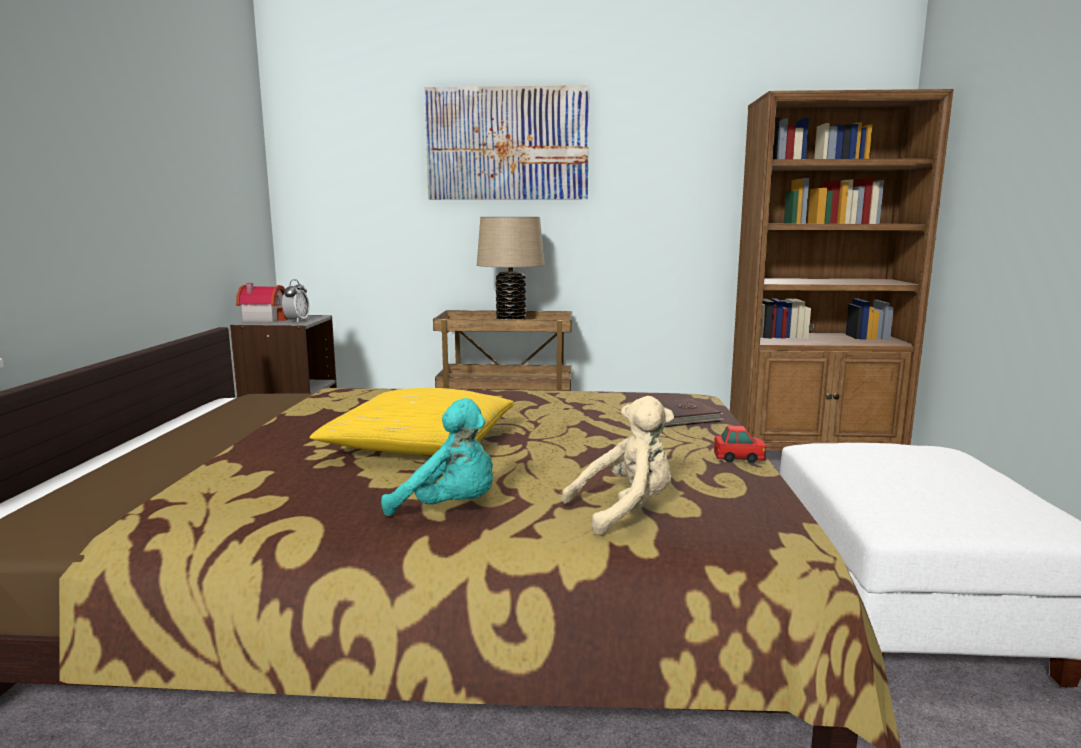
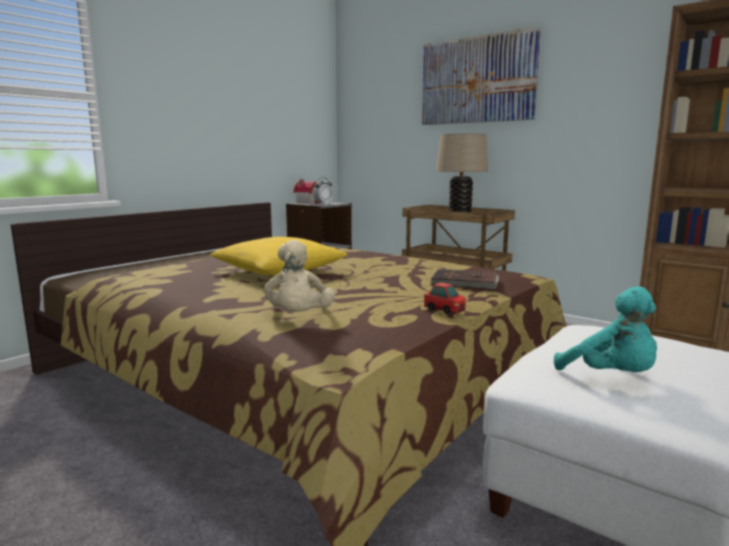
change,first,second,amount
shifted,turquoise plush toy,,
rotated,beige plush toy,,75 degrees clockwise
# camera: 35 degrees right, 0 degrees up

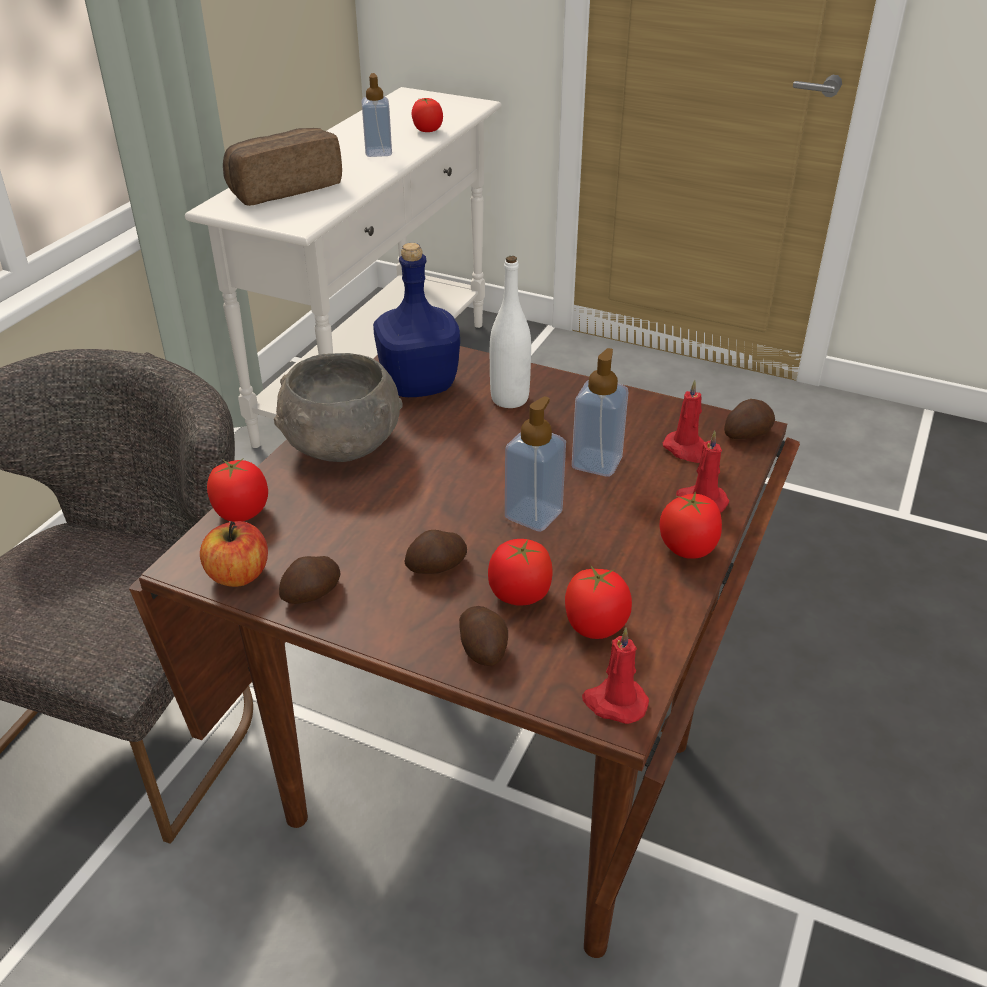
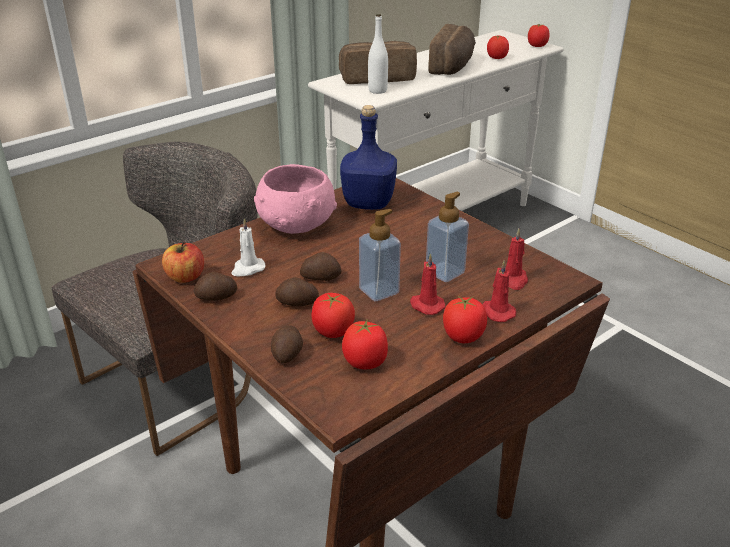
change,first,second,amount
new,,white candle,
shifted,tomato (no. 1 from left in the first image),tomato (no. 5 from left),
shifted,white bottle,,
shifted,red candle (no. 1 from left),,
shifted,potato (no. 4 from left),,
swapped,soap dispenser (no. 1 from left),bread (no. 2 from left),
repainted,grey bowl,pink bowl,
# camera: 25 degrees right, 5 degrees down

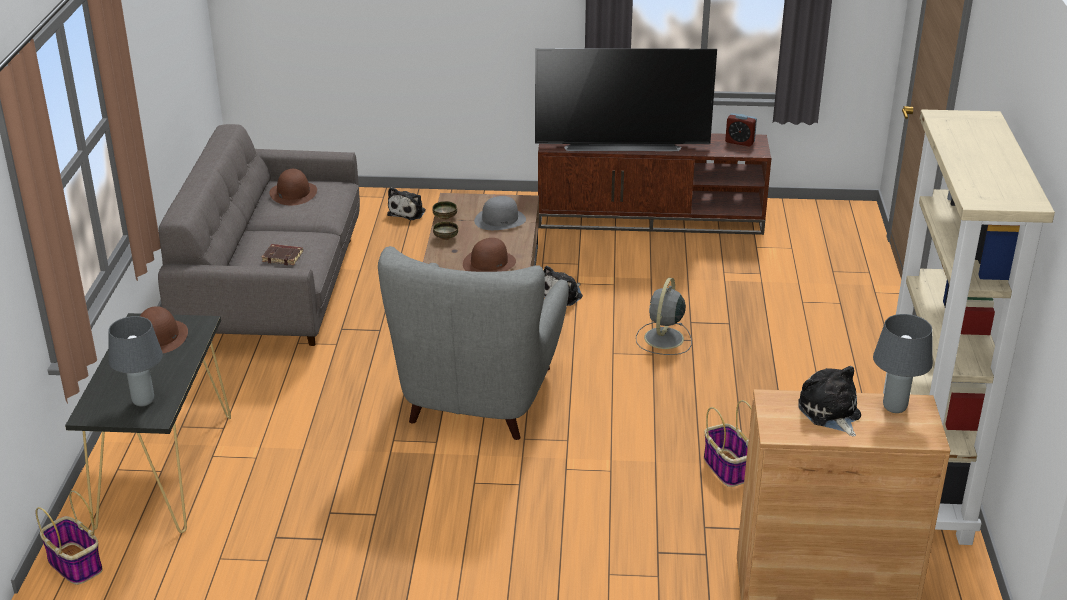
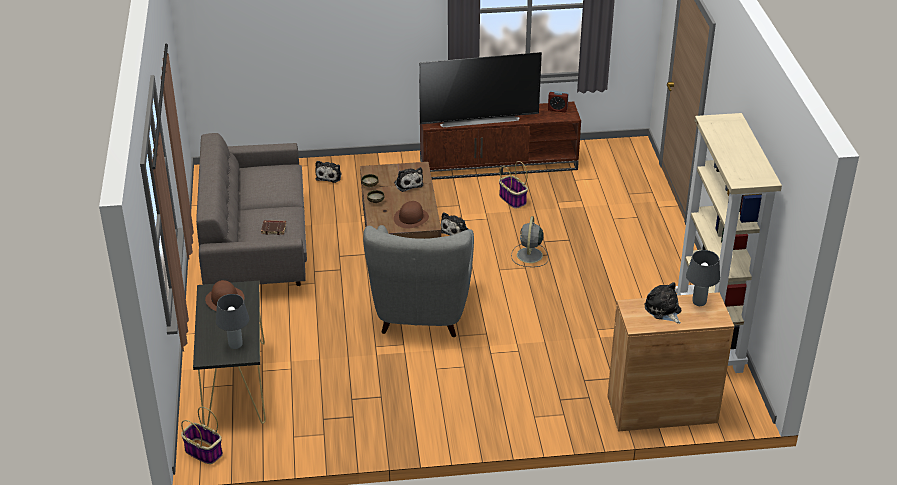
change,first,second,amount
gone,brown hat (no. 2 from left),,
shifted,basket (no. 2 from left),,
swapped,grey hat,plush toy (no. 2 from left),
# camera: 10 degrees left, 5 degrees up

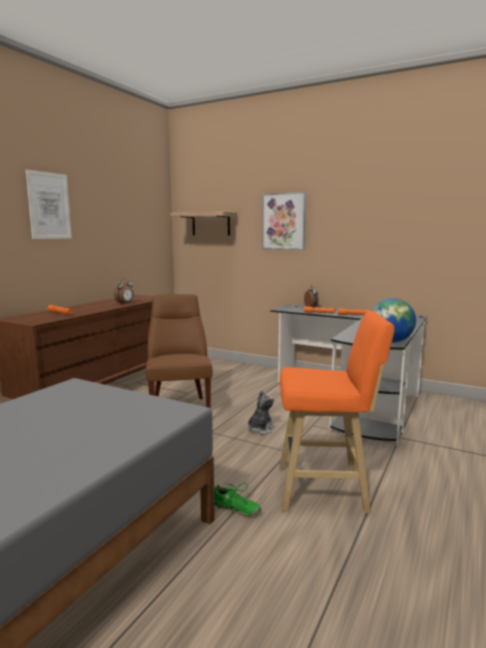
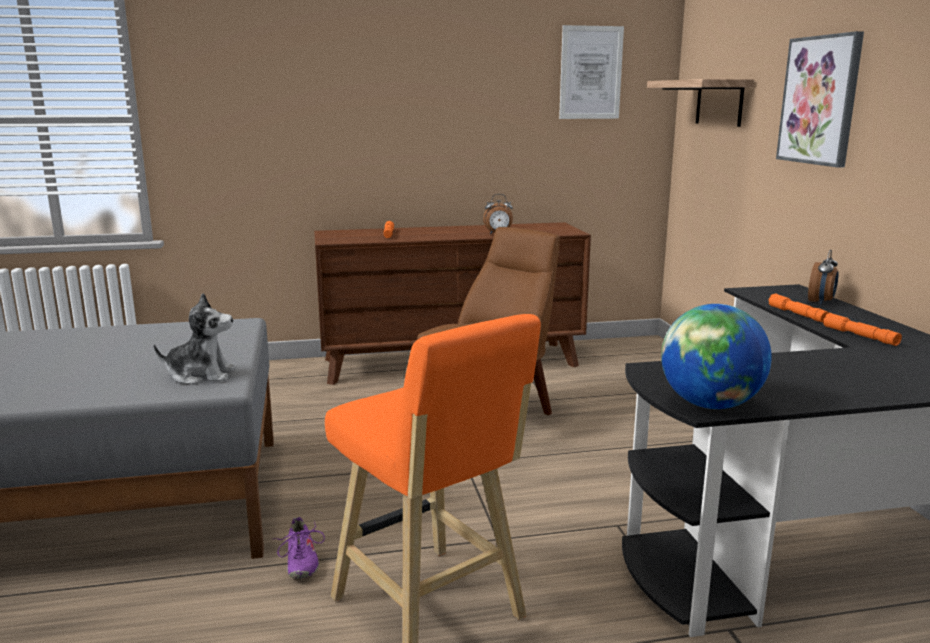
change,first,second,amount
shifted,picture (no. 1 from left),,
shifted,plush toy,,
repainted,green shoe,purple shoe,
# camera: 50 degrees right, 5 degrees up

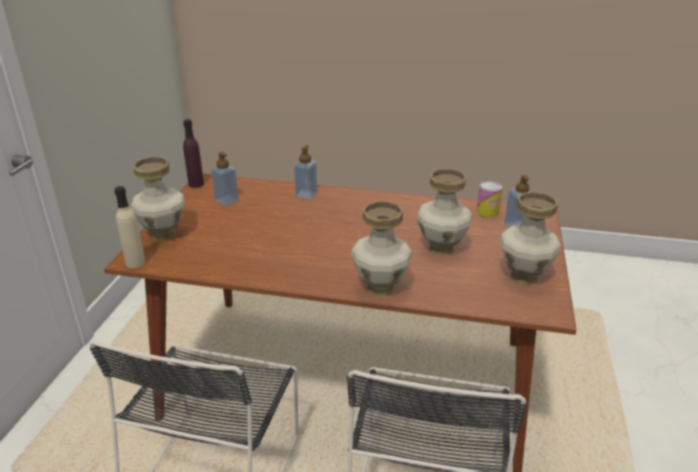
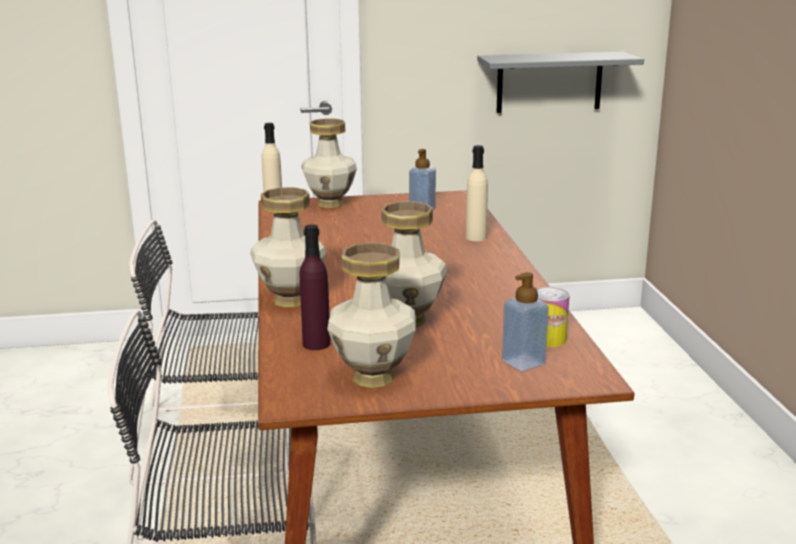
change,first,second,amount
new,,grey shelf,
shifted,purple bottle,,
swapped,soap dispenser (no. 2 from left),beige bottle (no. 2 from left),
# camera: 70 degrees right, 10 degrees down

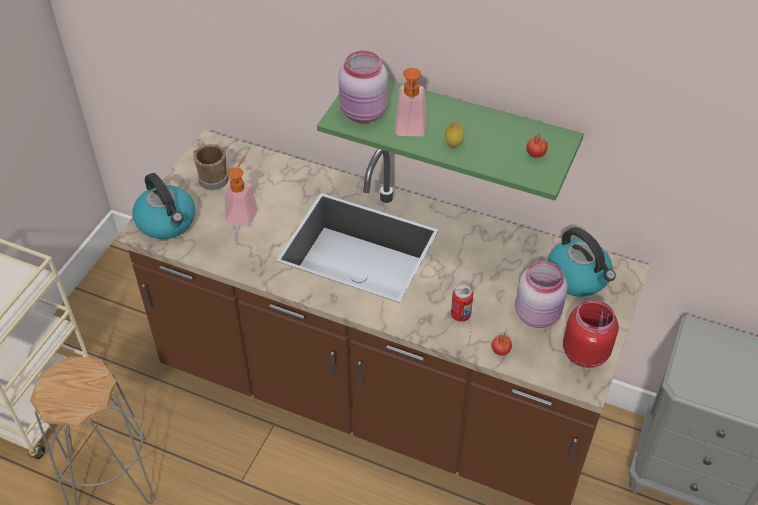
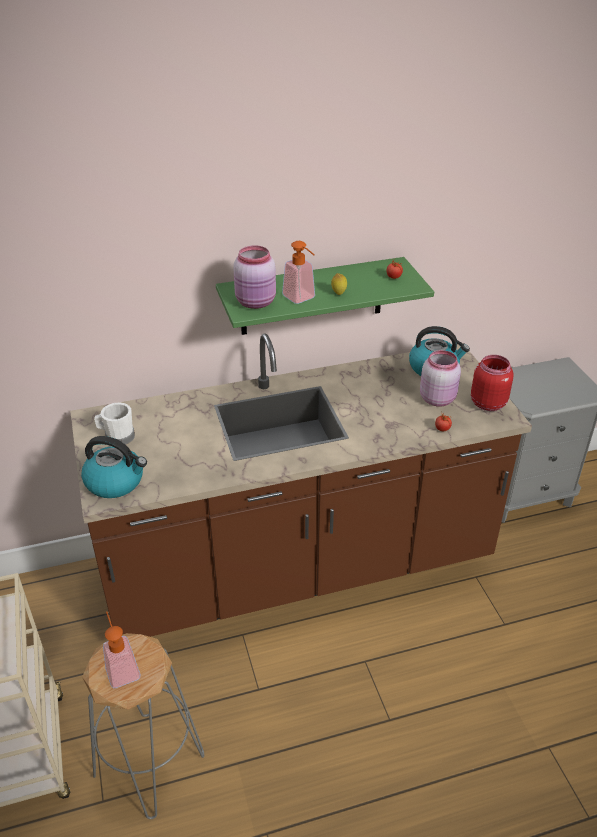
change,first,second,amount
gone,can,,
shifted,soap dispenser (no. 1 from left),,
repainted,brown mug,white mug,
# camera: 40 degrees left, 10 degrees down

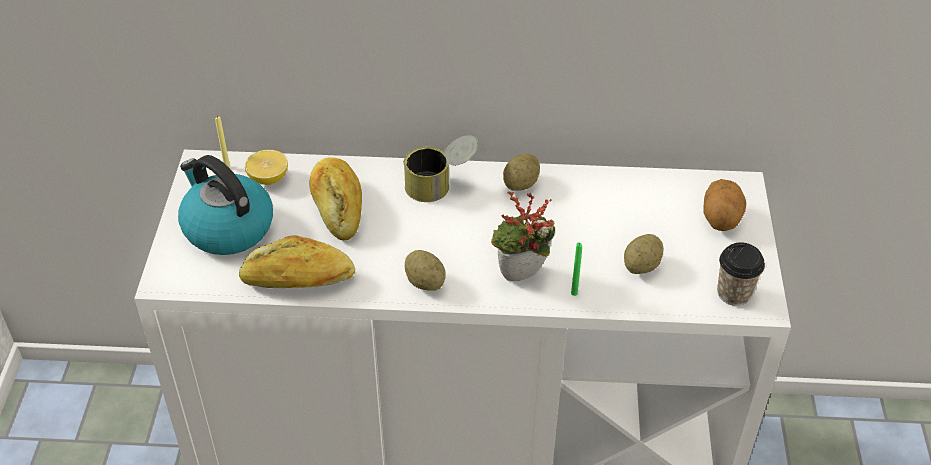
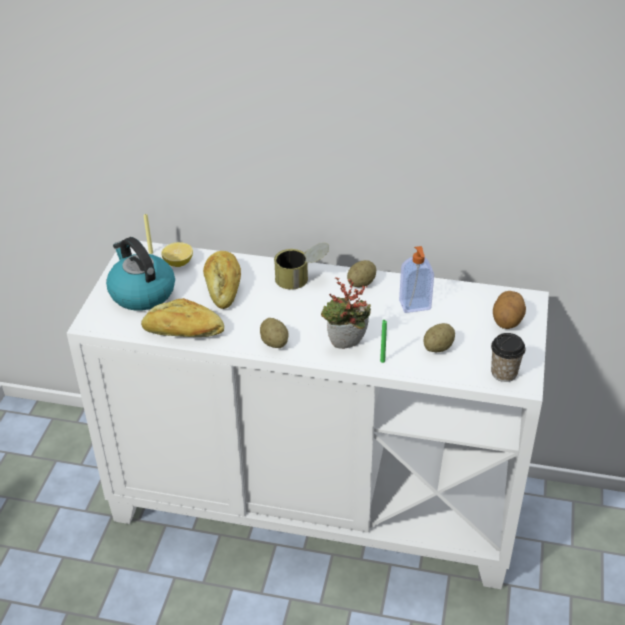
change,first,second,amount
new,,soap dispenser,
# camera: 10 degrees right, 5 degrees down

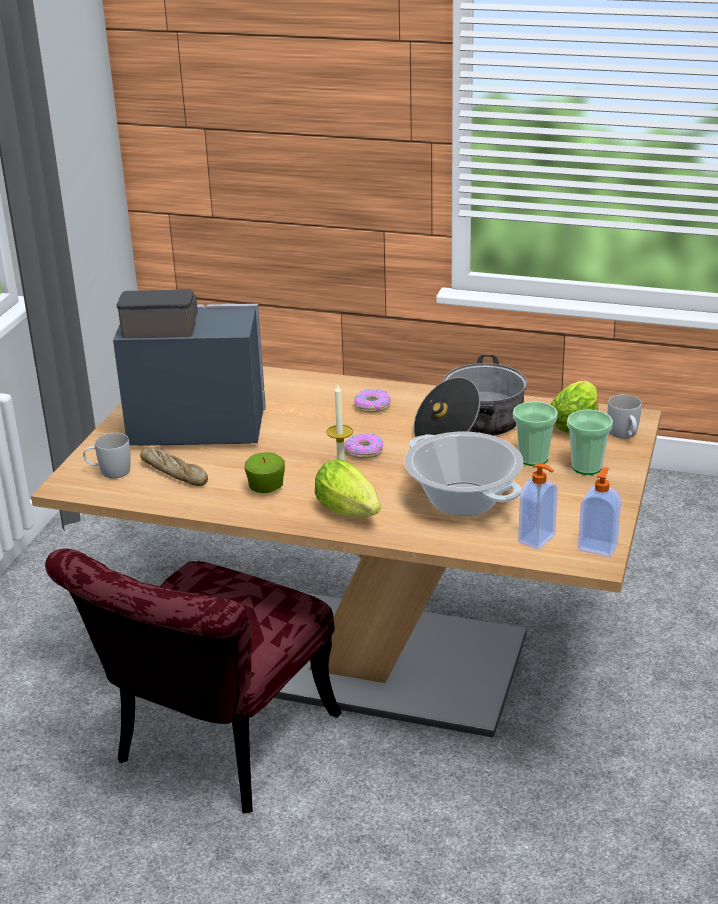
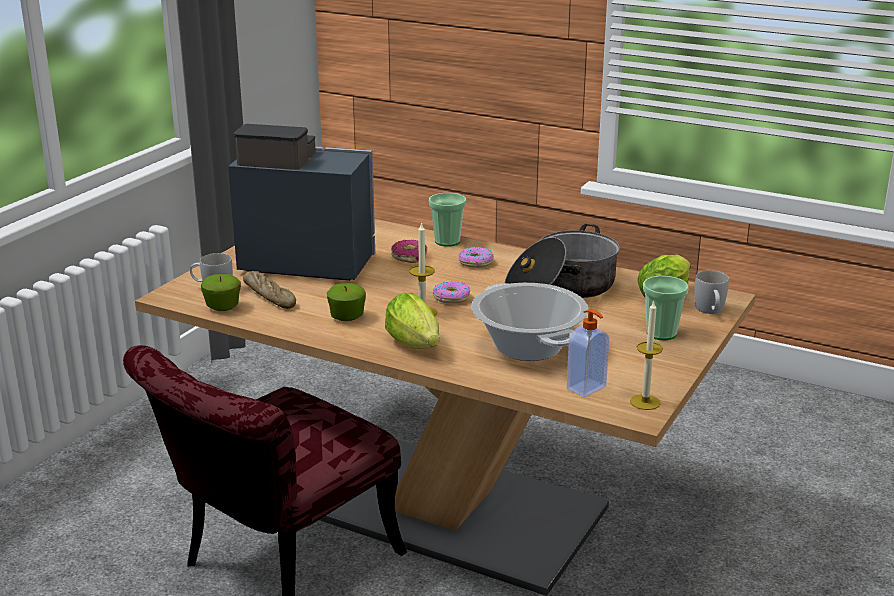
change,first,second,amount
new,,apple (no. 1 from left),
new,,donut (no. 1 from left),
shifted,cup (no. 1 from left),,
swapped,soap dispenser (no. 2 from left),candle (no. 2 from left),
# camera: 10 degrees right, 5 degrees down

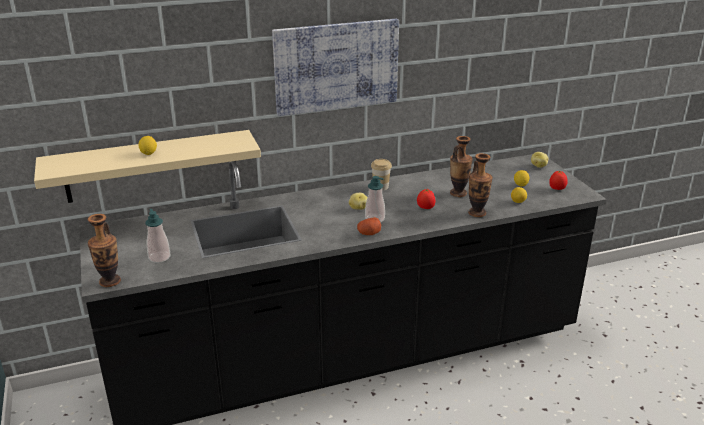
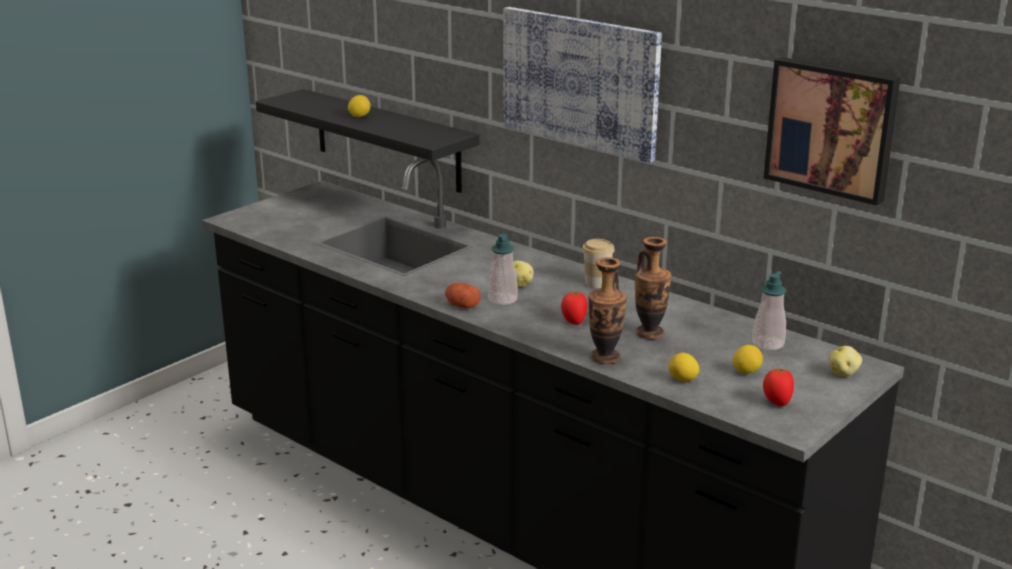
change,first,second,amount
gone,vase (no. 1 from left),,
new,,picture (no. 2 from left),
shifted,soap dispenser (no. 1 from left in the first image),soap dispenser (no. 2 from left),
repainted,beige shelf,black shelf,
# camera: 60 degrees right, 5 degrees down

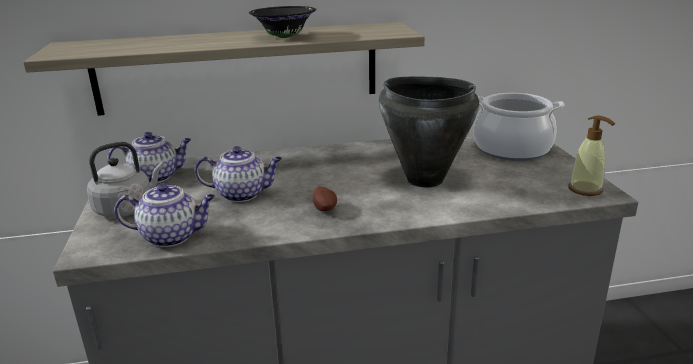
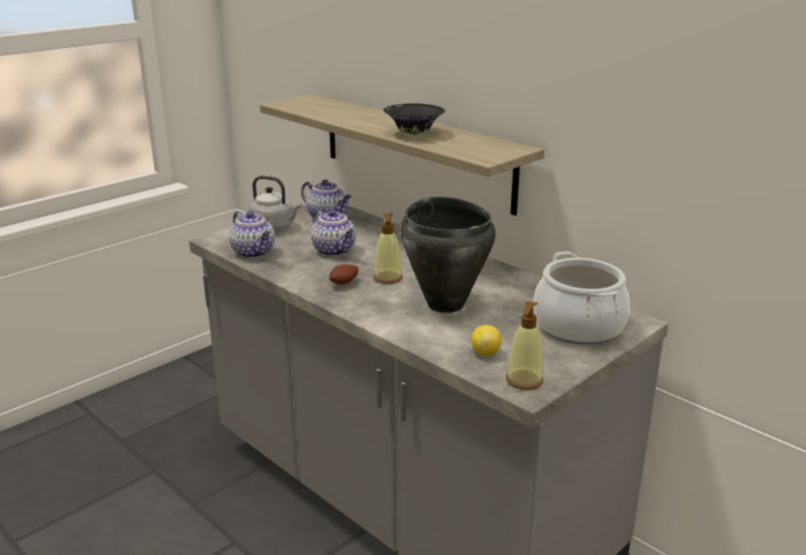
change,first,second,amount
new,,soap dispenser (no. 1 from left),
new,,lemon,
# camera: 55 degrees right, 0 degrees up

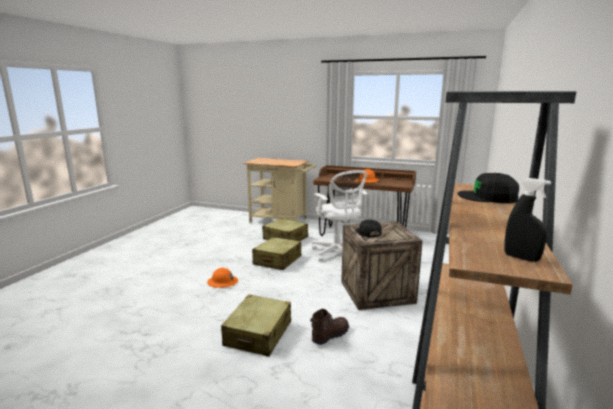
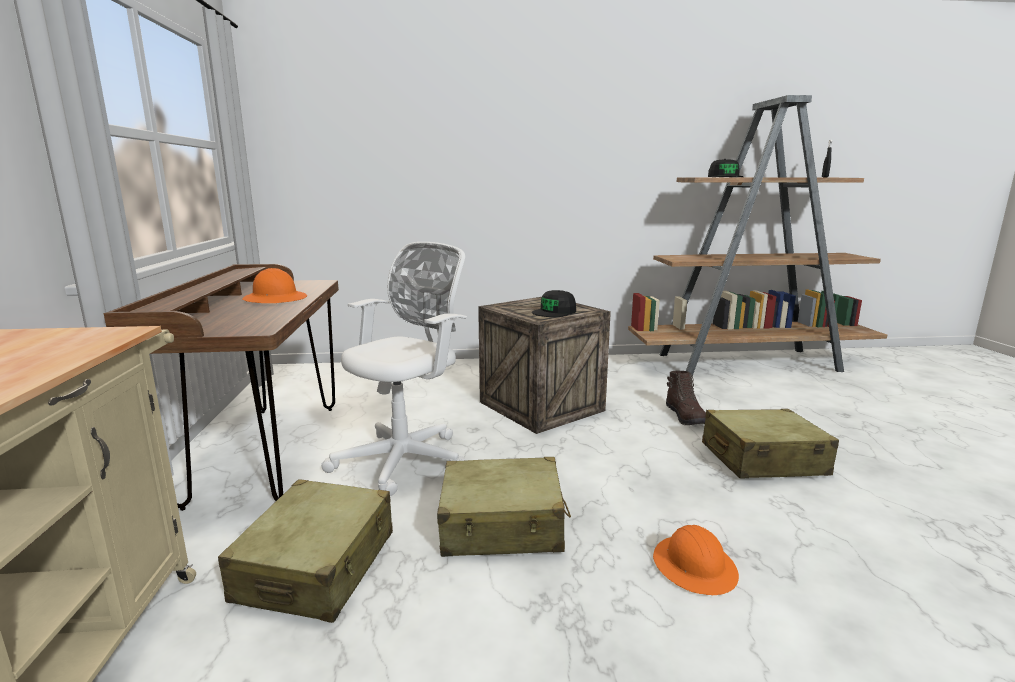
change,first,second,amount
rotated,brown boot,,120 degrees counterclockwise
# camera: 115 degrees left, 0 degrees up

